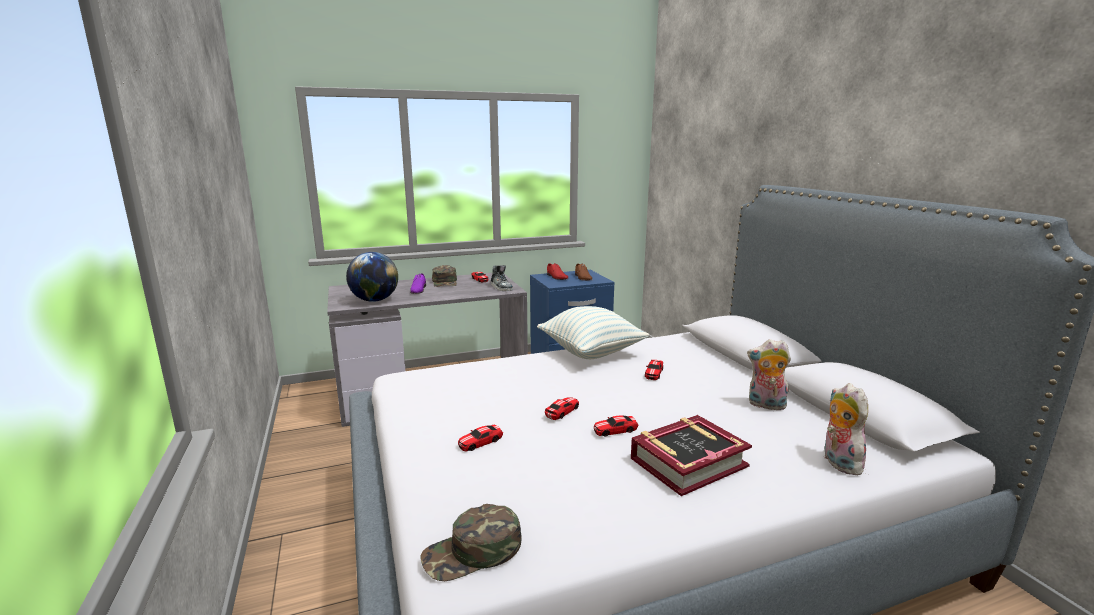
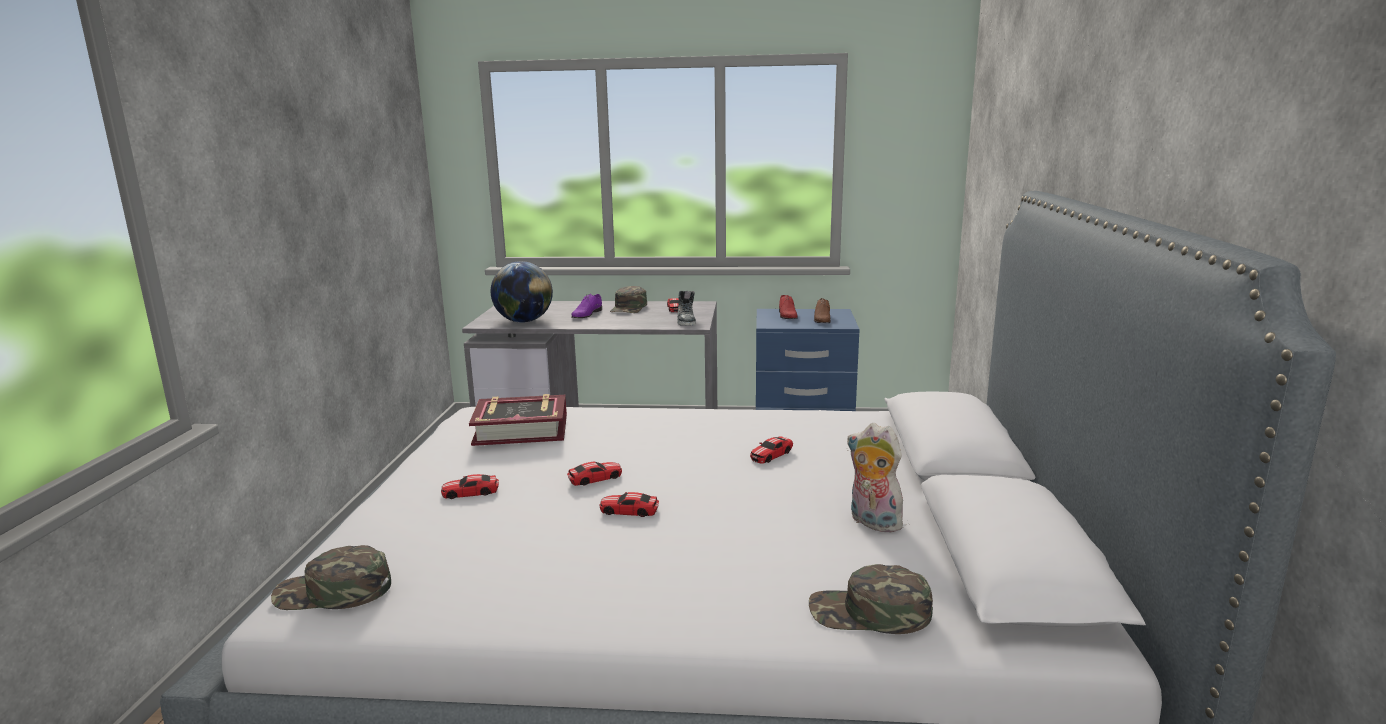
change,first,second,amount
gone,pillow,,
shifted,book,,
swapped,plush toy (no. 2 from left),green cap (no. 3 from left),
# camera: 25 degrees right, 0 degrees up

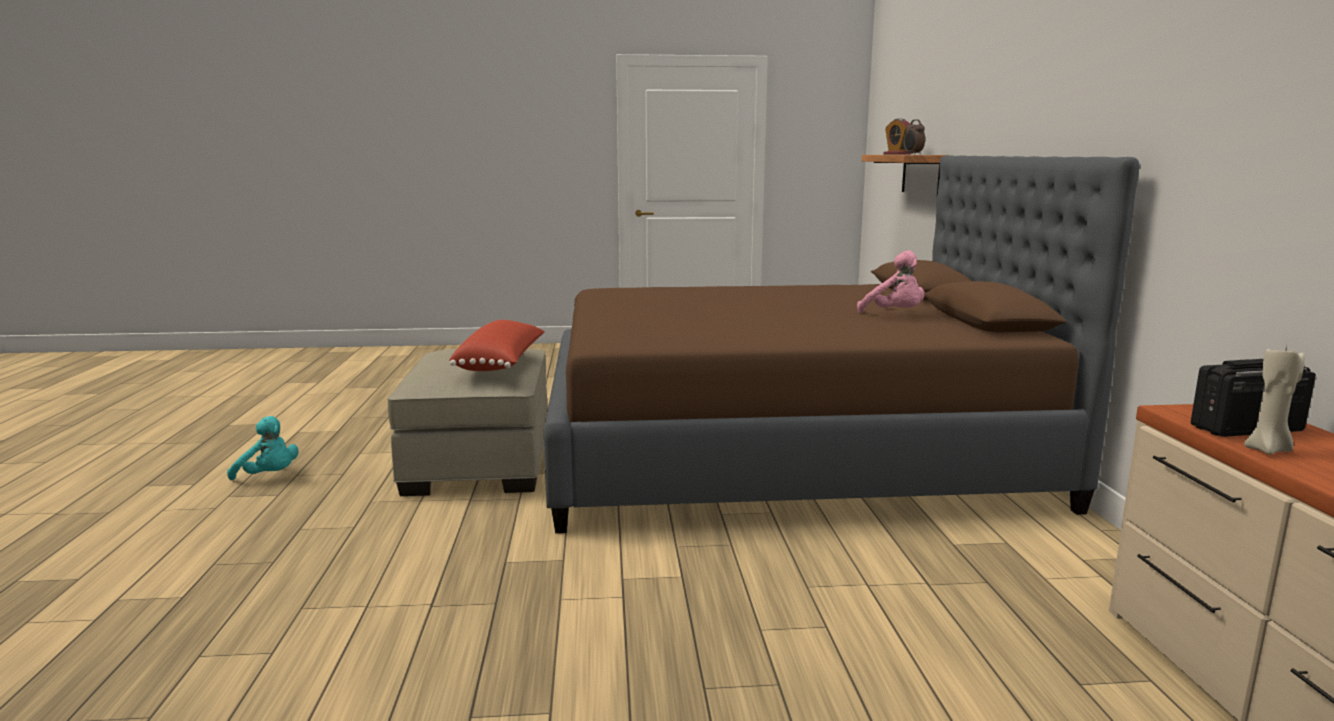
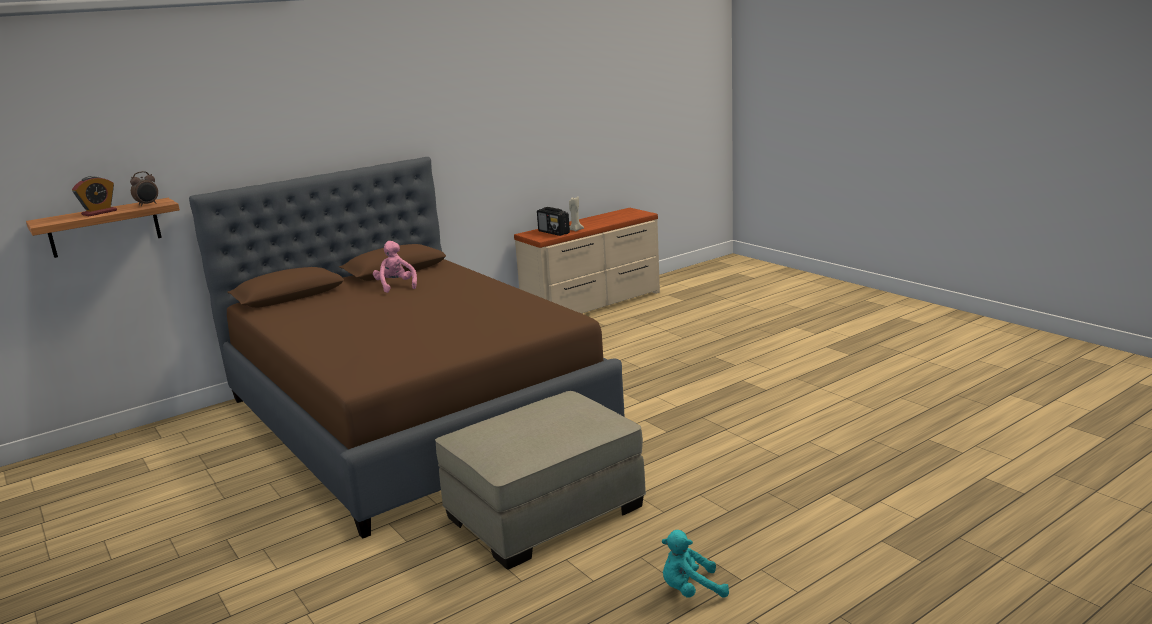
change,first,second,amount
gone,red pillow,,
rotated,turquoise plush toy,,90 degrees counterclockwise
rotated,pink plush toy,,45 degrees counterclockwise
# camera: 120 degrees left, 5 degrees up

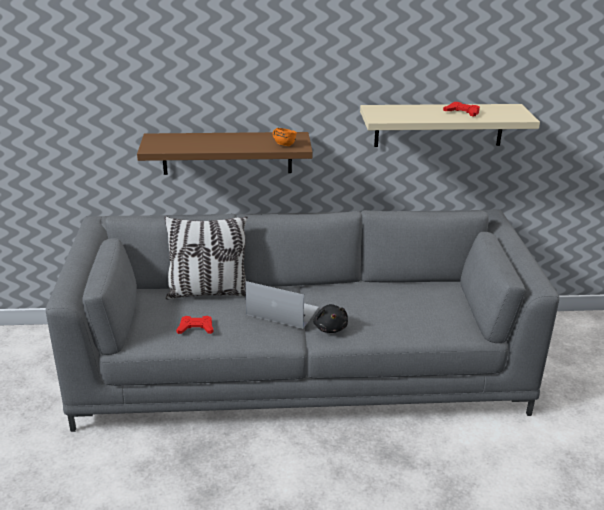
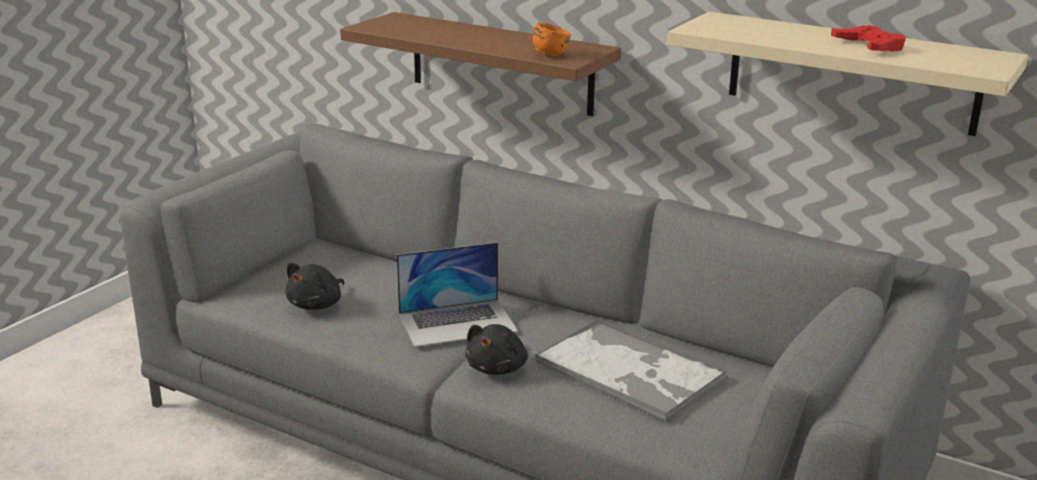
change,first,second,amount
gone,pillow,,
new,,tray,
swapped,red game controller (no. 1 from left),black plush toy (no. 1 from left),
rotated,laptop,,105 degrees clockwise
# camera: 35 degrees right, 5 degrees down

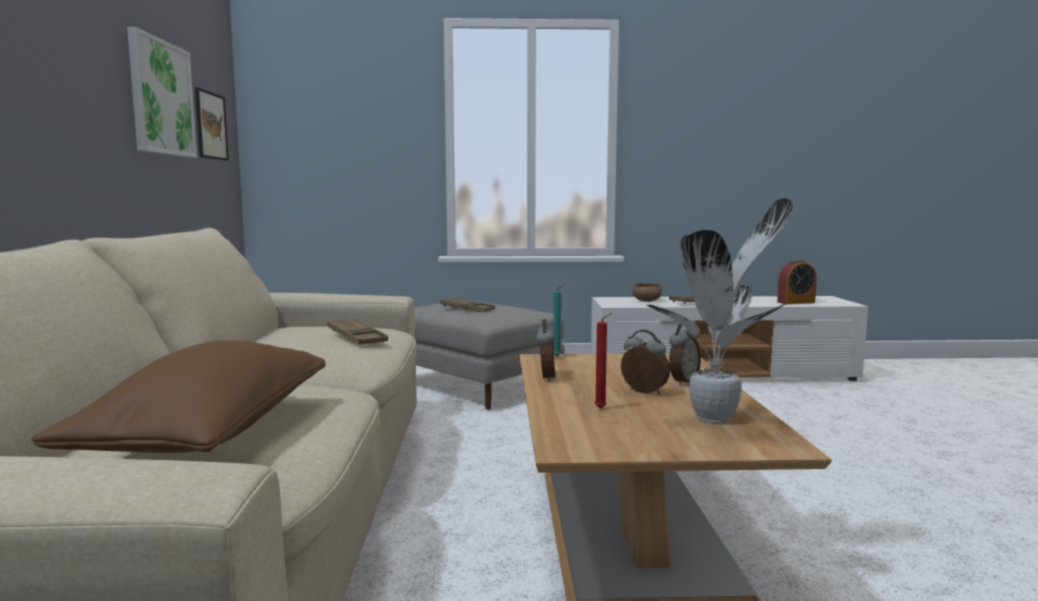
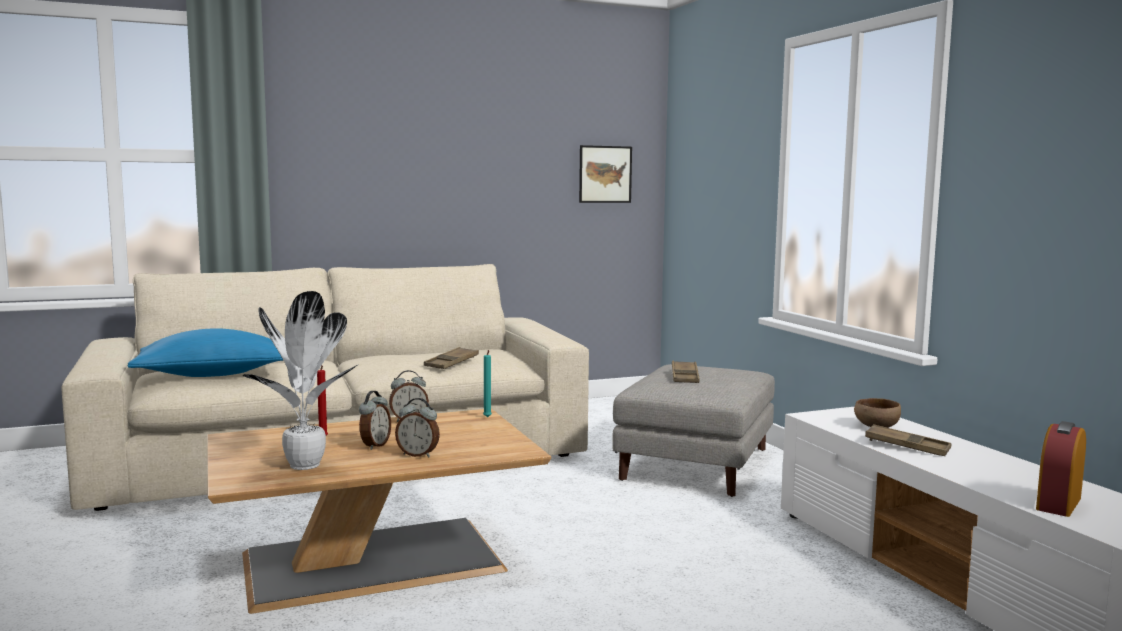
change,first,second,amount
gone,picture (no. 1 from left),,
repainted,brown pillow,blue pillow,
rotated,alarm clock (no. 4 from left),,75 degrees clockwise
# camera: 70 degrees right, 0 degrees up

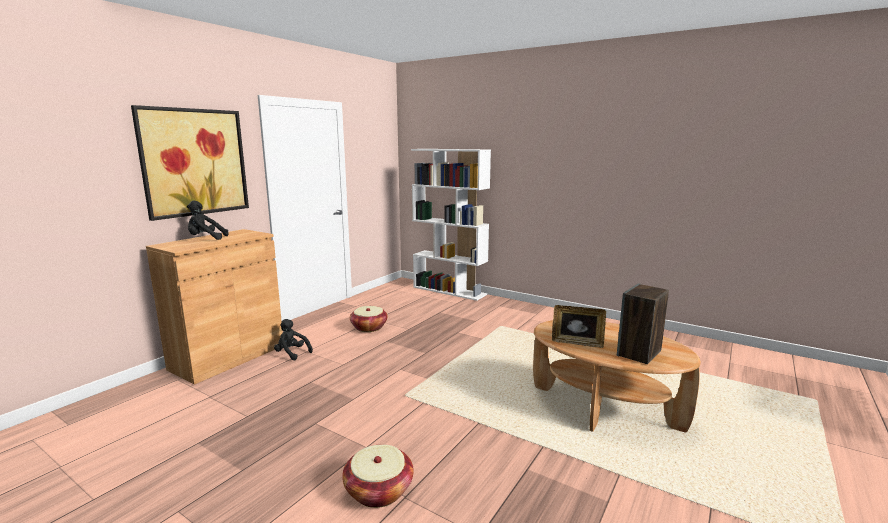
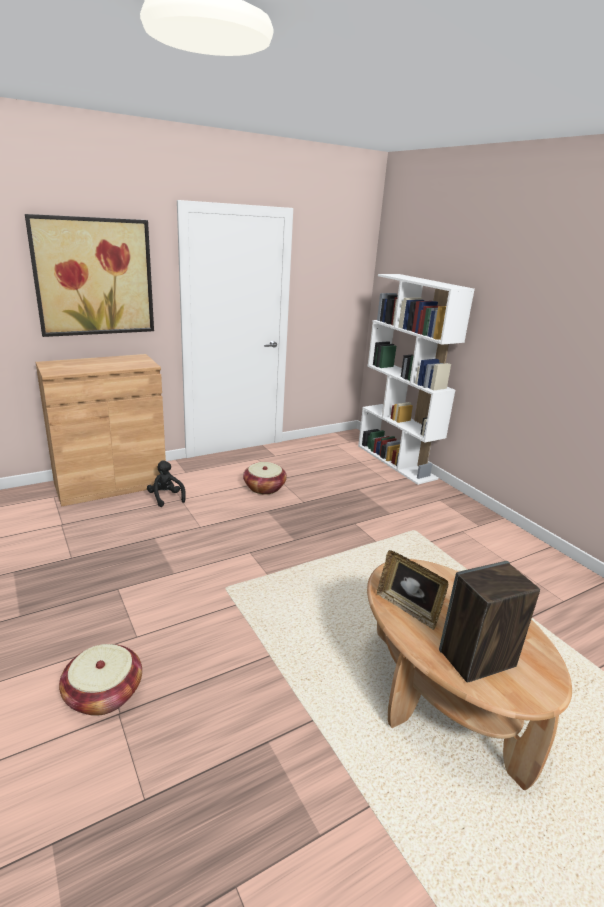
change,first,second,amount
gone,black plush toy (no. 1 from left),,
# camera: 25 degrees right, 10 degrees up

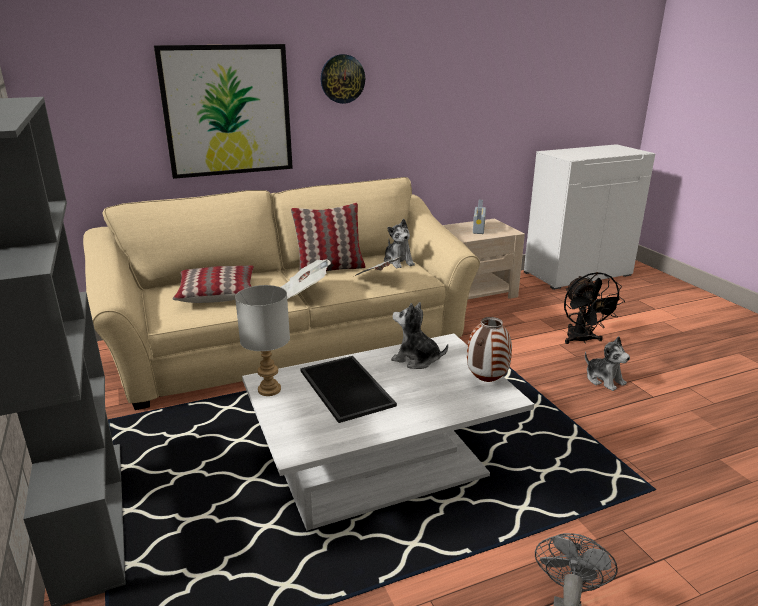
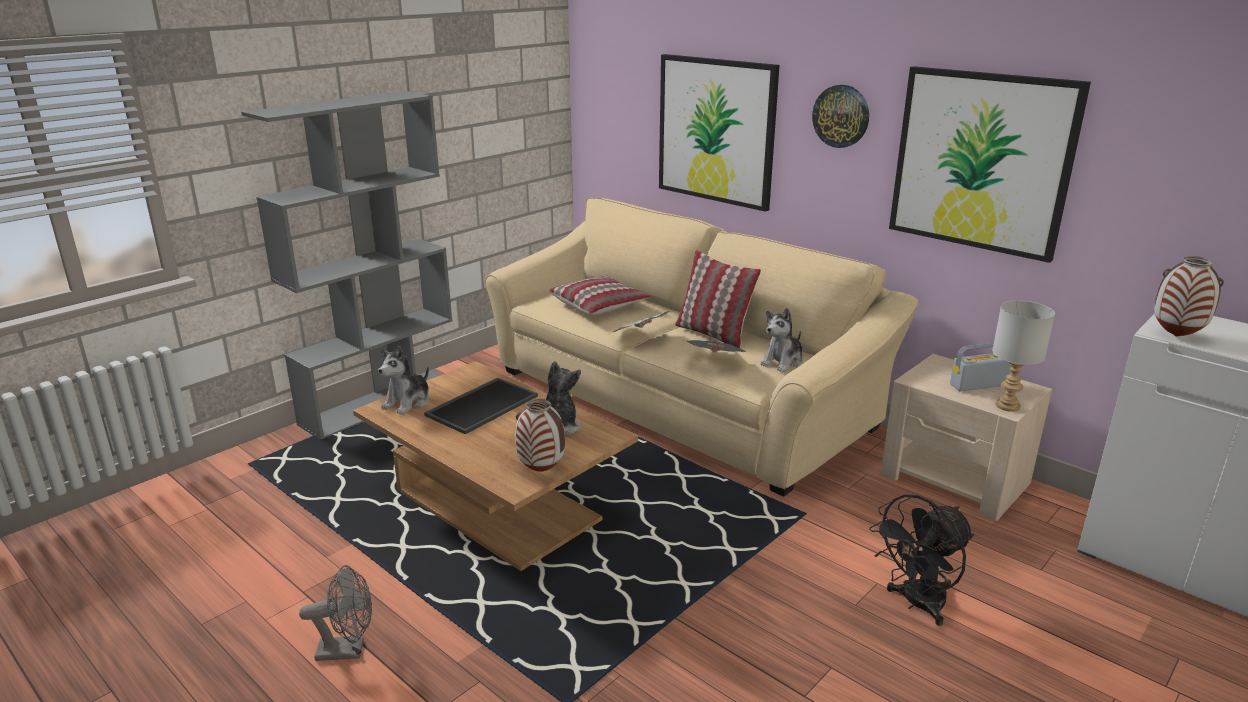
change,first,second,amount
new,,picture (no. 2 from left),
new,,vase (no. 2 from left),
shifted,grey table lamp,,
shifted,plush toy (no. 3 from left in the first image),plush toy (no. 1 from left),
repainted,white coffee table,brown coffee table,
# camera: 65 degrees right, 0 degrees up

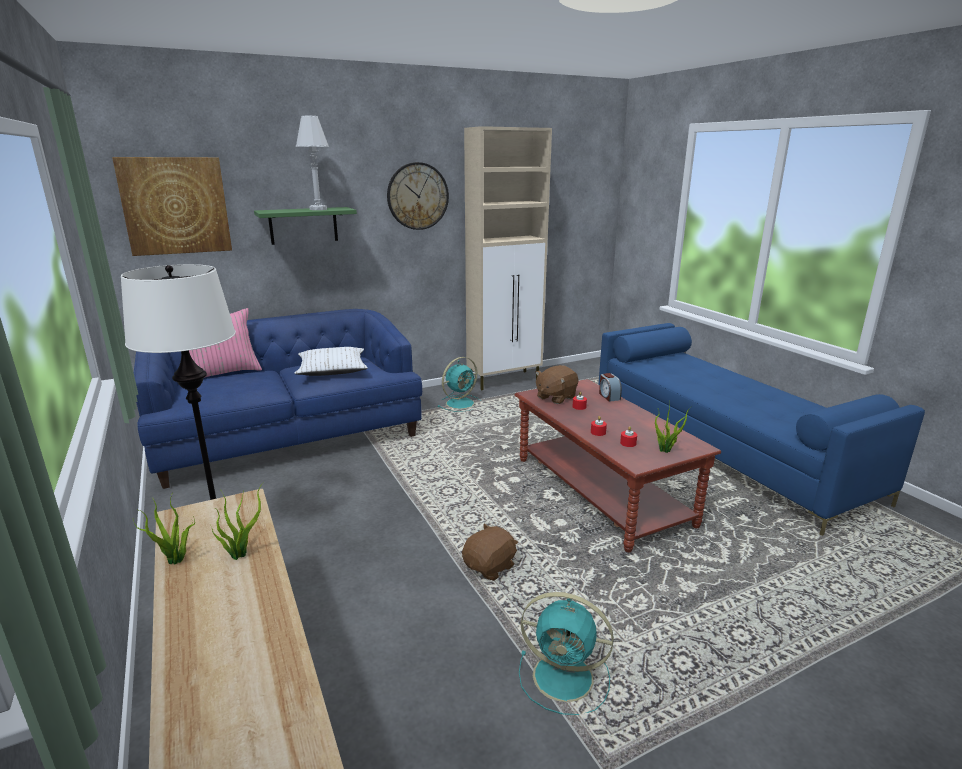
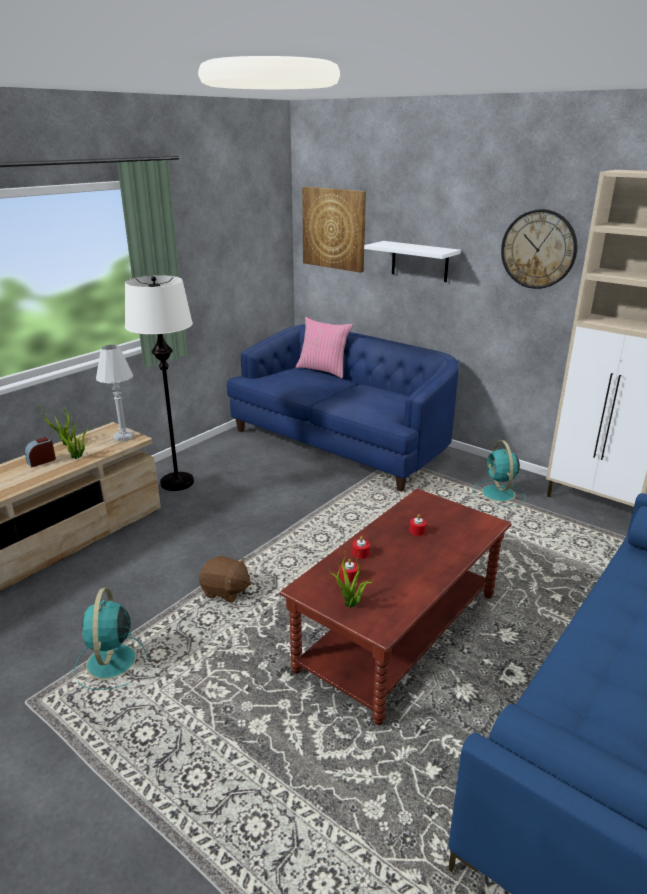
change,first,second,amount
gone,white pillow,,
gone,brown plush toy (no. 2 from left),,
shifted,white table lamp,,
shifted,alarm clock,,
repainted,green shelf,white shelf,
rotated,turquoise fan (no. 1 from left in the first image),turquoise fan (no. 2 from left),60 degrees clockwise
# camera: 65 degrees right, 5 degrees up

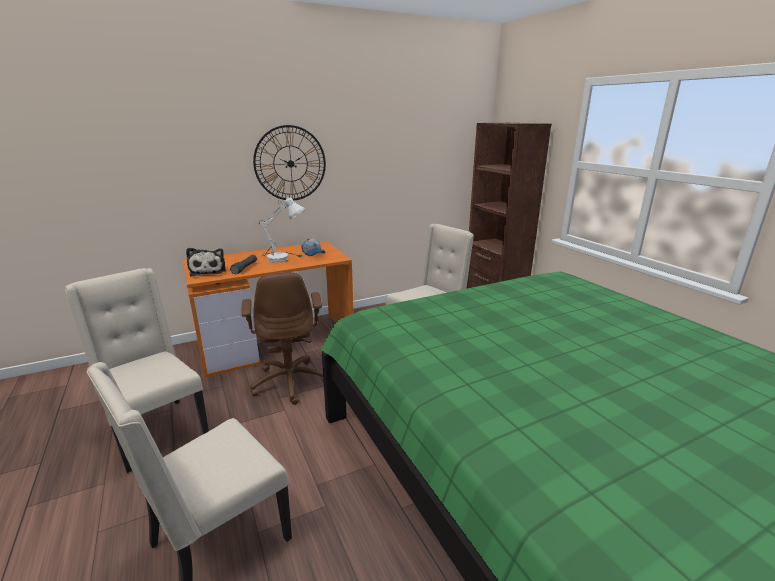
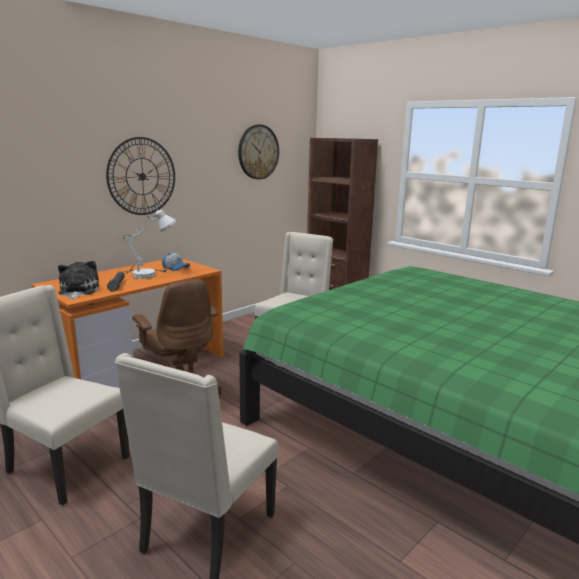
change,first,second,amount
new,,wall clock (no. 2 from left),
rotated,plush toy,,150 degrees counterclockwise
# camera: 20 degrees left, 5 degrees down

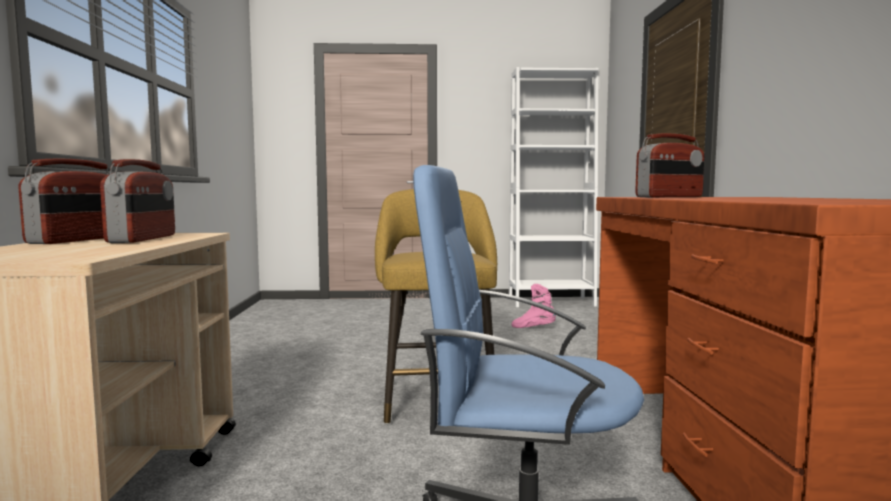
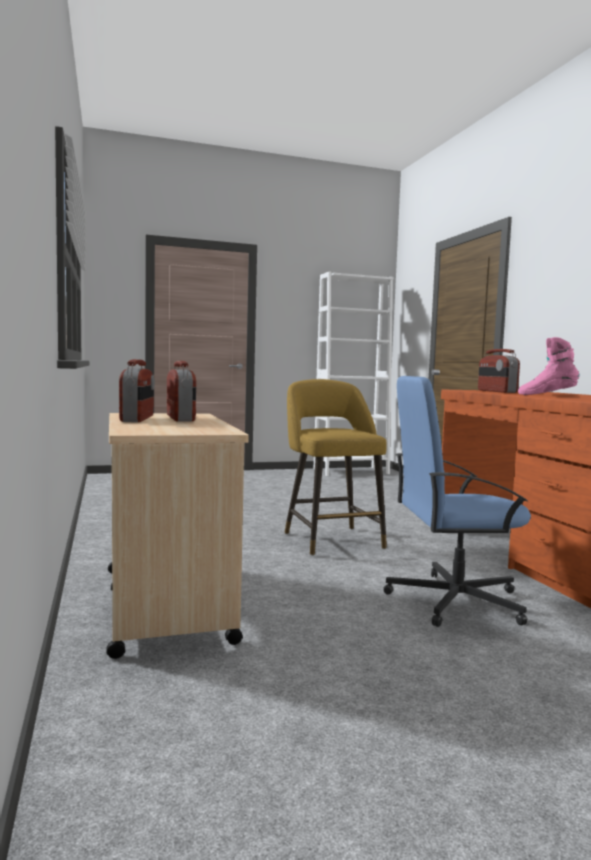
change,first,second,amount
shifted,pink boot,,
rotated,radio (no. 3 from left),,120 degrees clockwise
# camera: 15 degrees left, 0 degrees up

